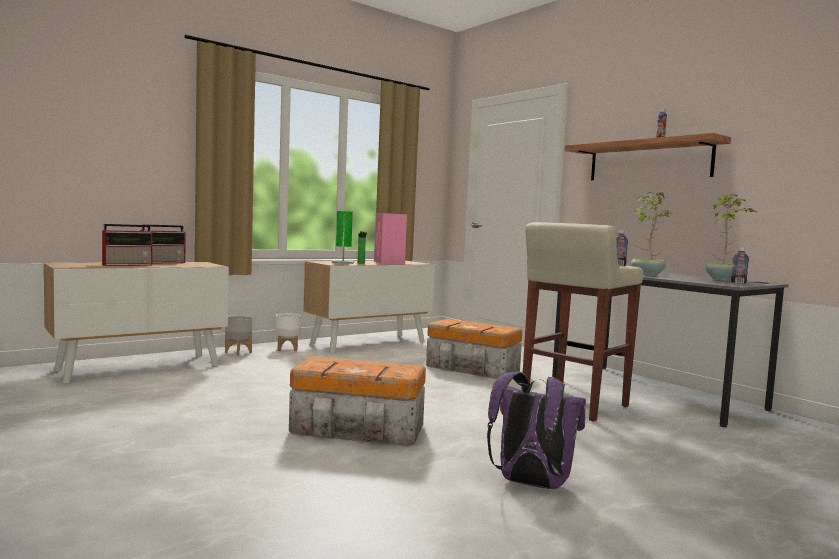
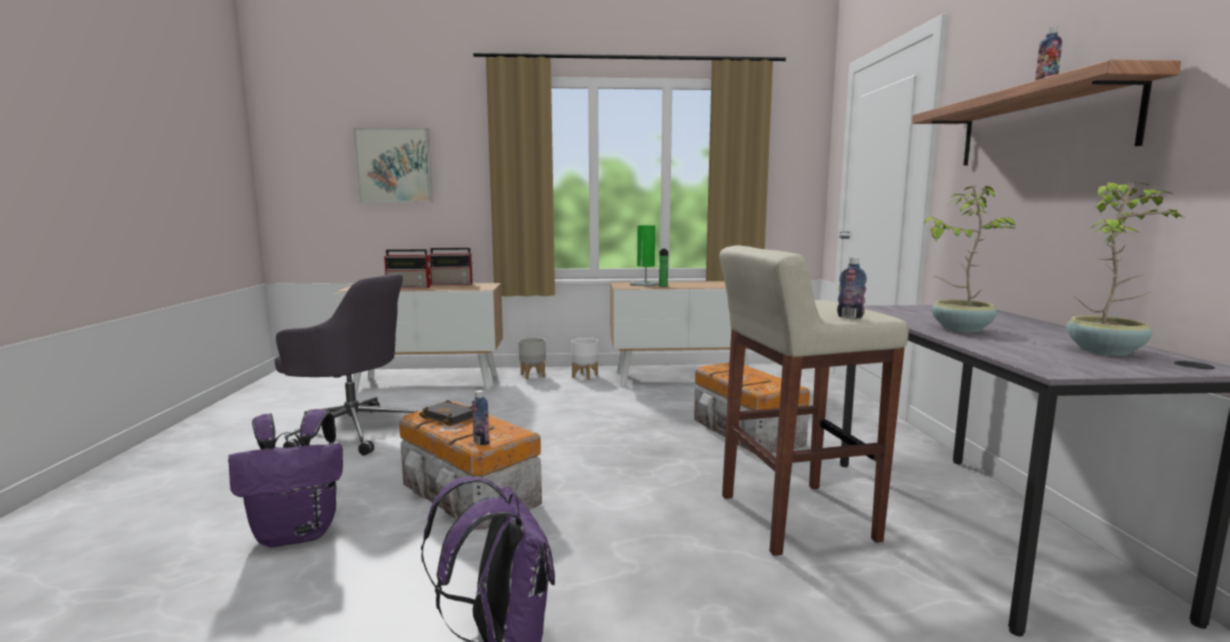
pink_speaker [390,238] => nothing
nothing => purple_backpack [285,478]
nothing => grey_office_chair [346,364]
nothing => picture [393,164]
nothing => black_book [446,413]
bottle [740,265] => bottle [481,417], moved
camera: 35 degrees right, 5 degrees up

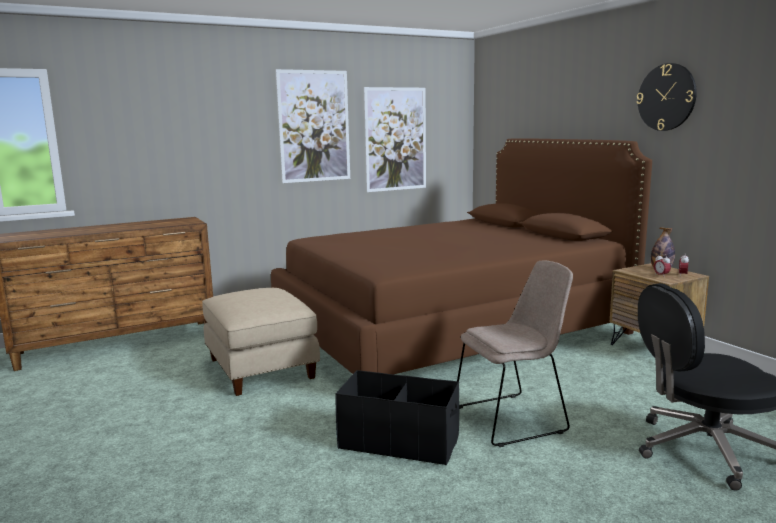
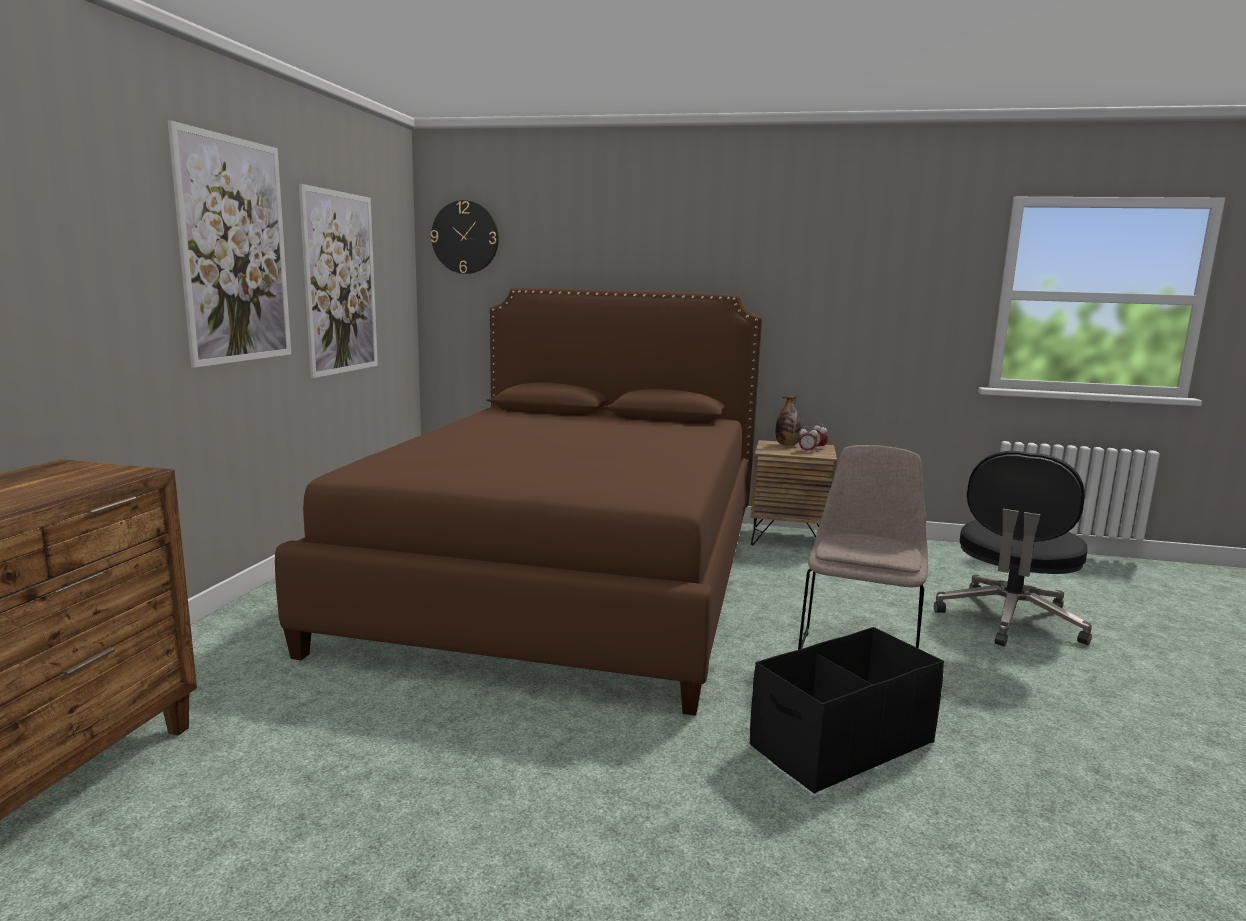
beige_ottoman [261,342] => nothing
wall_clock [667,97] => wall_clock [465,237], moved
camera: 50 degrees left, 0 degrees up

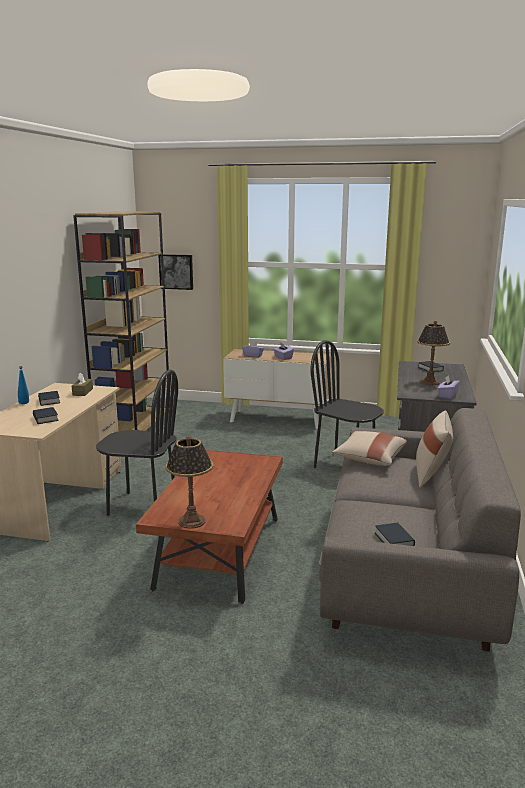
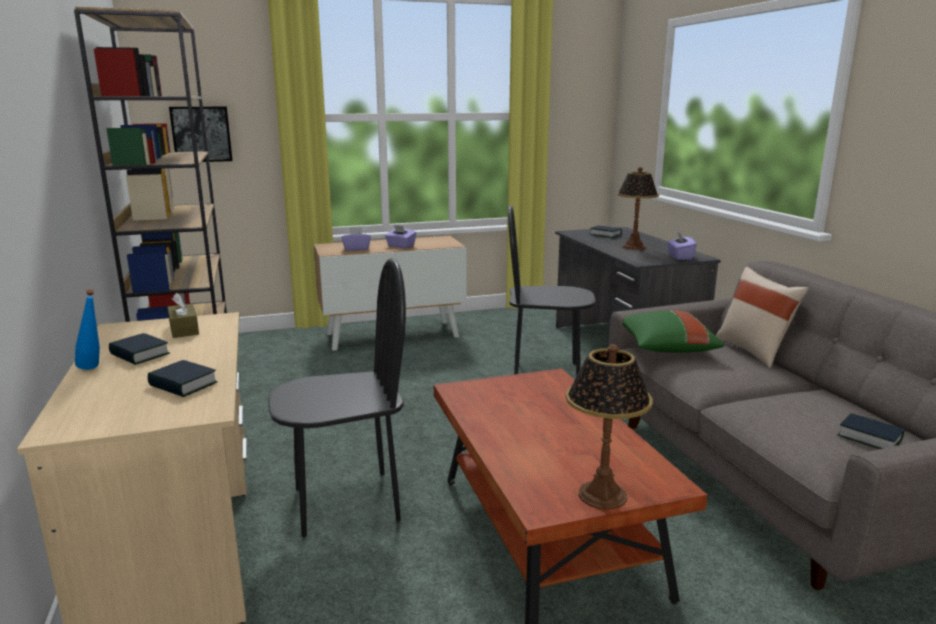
beige_pillow [369,448] => green_pillow [673,331]
camera: 30 degrees left, 0 degrees up

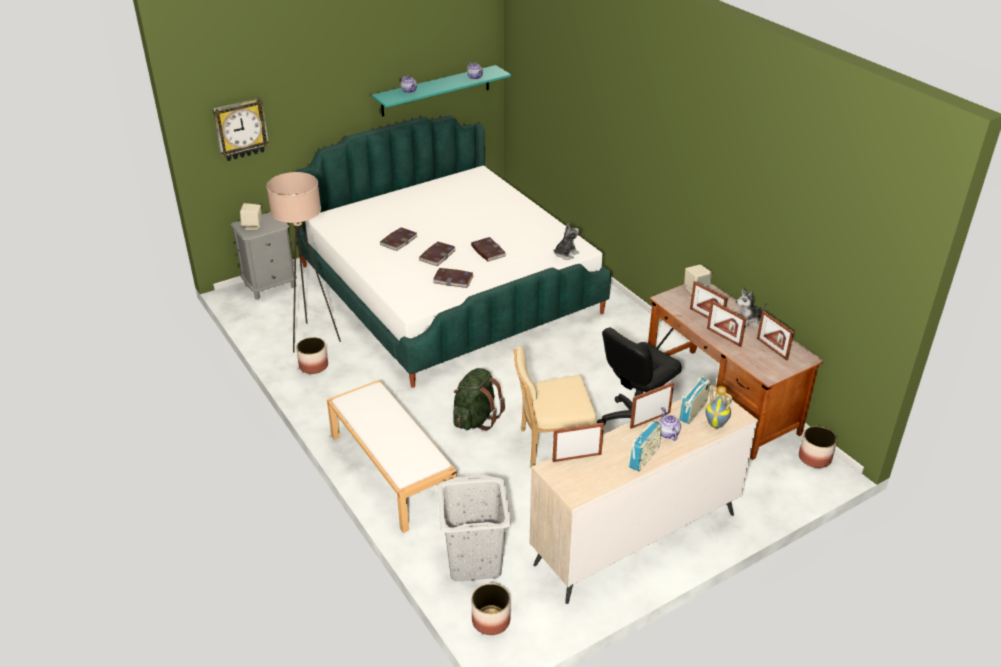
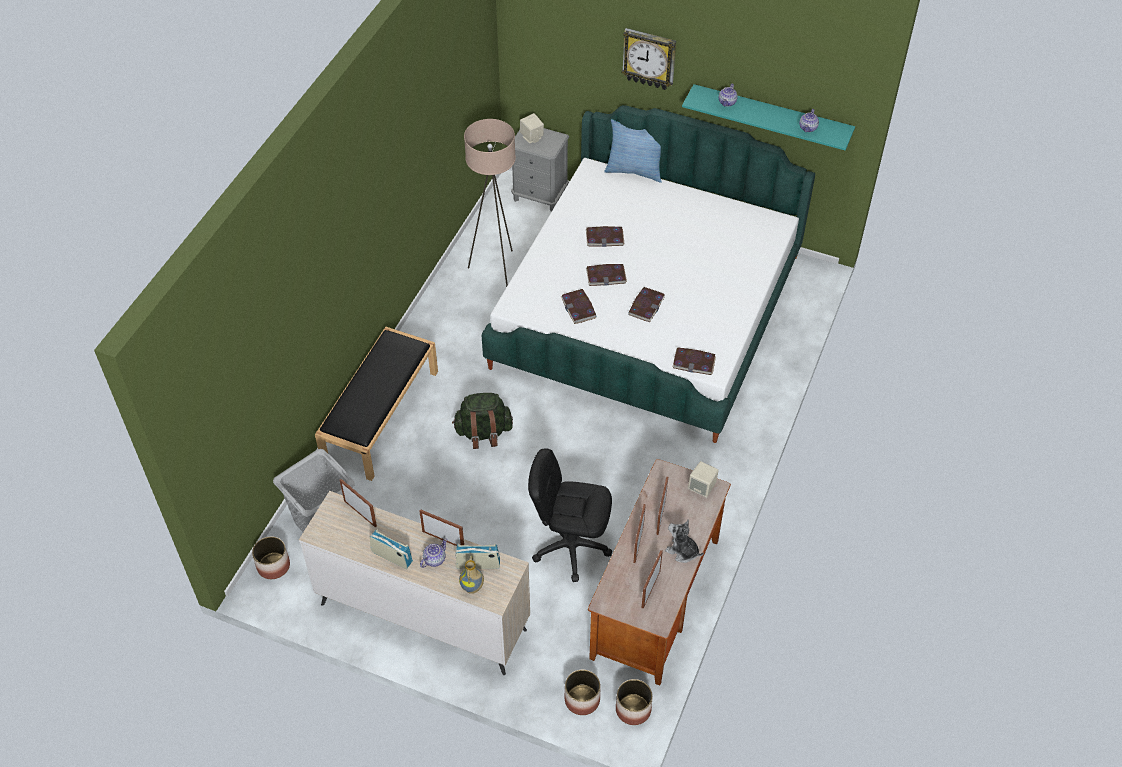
beige_chair [554,406] => nothing
nothing => pillow [633,151]
wall_clock [241,129] => wall_clock [649,59], moved
planter [312,355] => planter [583,692], moved
plush_toy [566,241] => book [694,361]
white_bench [392,456] => black_bench [376,404]
radio [645,446] => radio [391,549], 150 degrees counterclockwise
camera: 55 degrees right, 15 degrees up

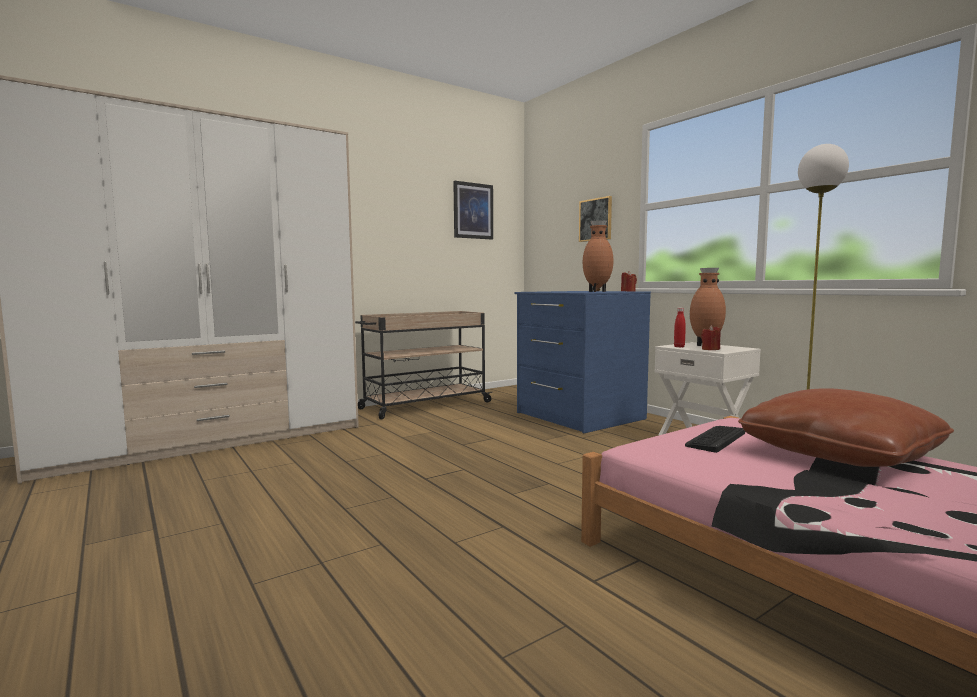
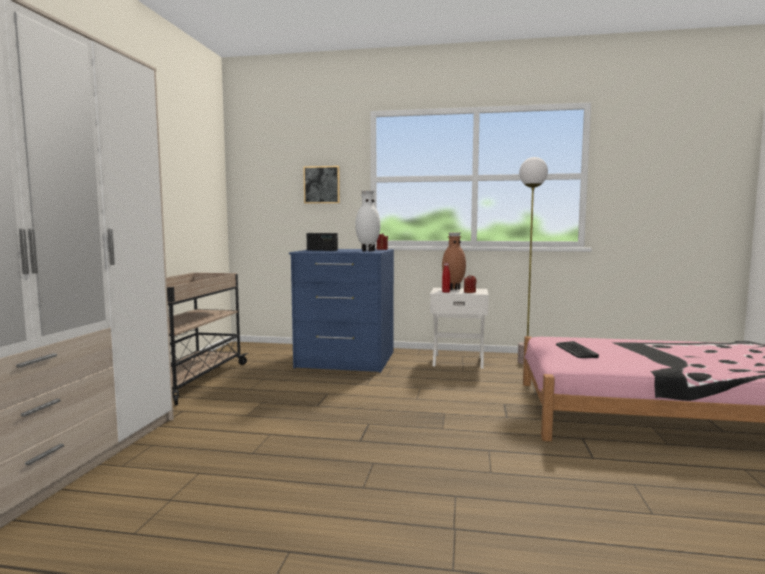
picture [473,210] => nothing
brown_pillow [846,428] => nothing
nothing => radio [322,242]
brown_vase [598,256] => white_vase [367,221]
camera: 45 degrees left, 0 degrees up

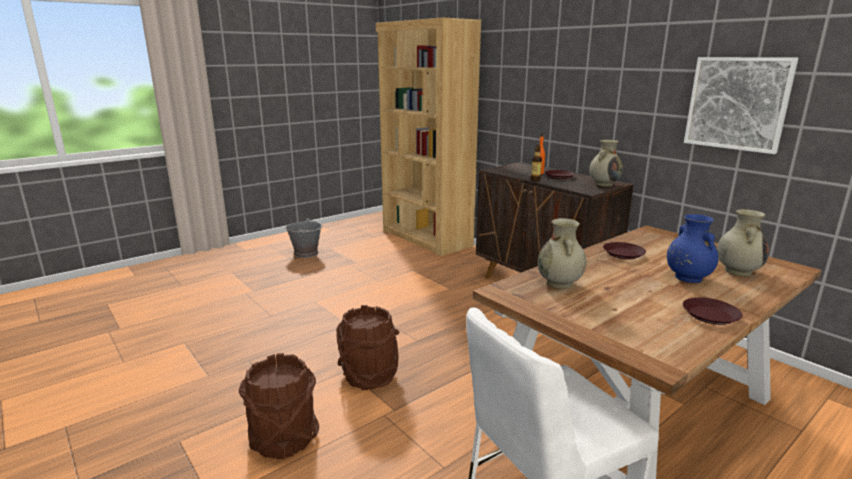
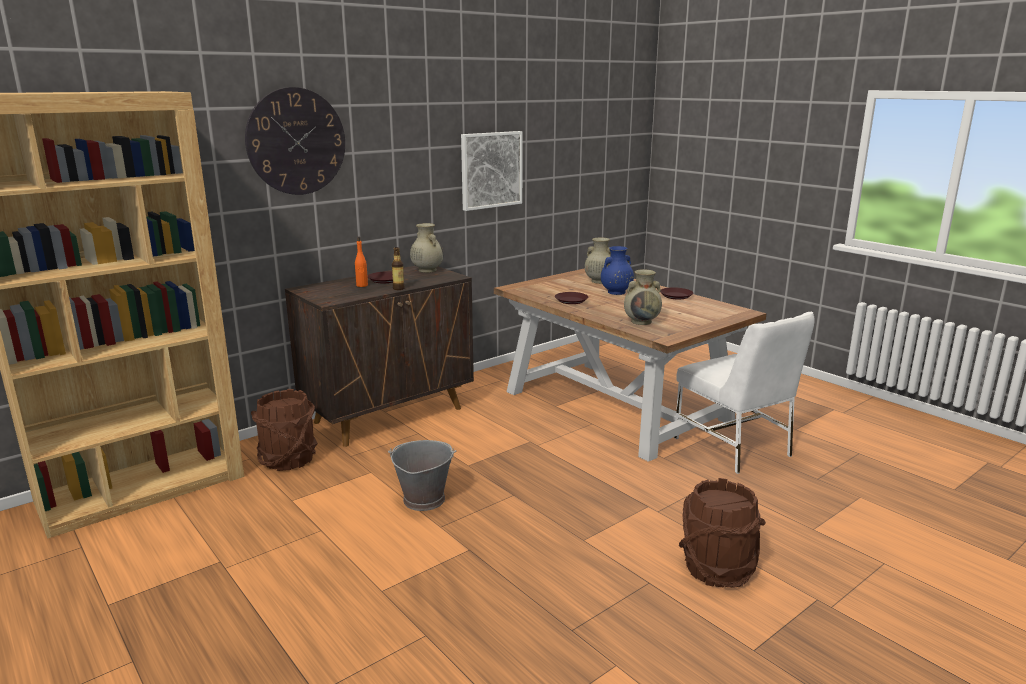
nothing => wall_clock [295,141]
grey_bucket [304,238] => grey_bucket [422,475], moved
brown_bucket [368,347] => brown_bucket [284,430], moved
camera: 90 degrees left, 0 degrees up

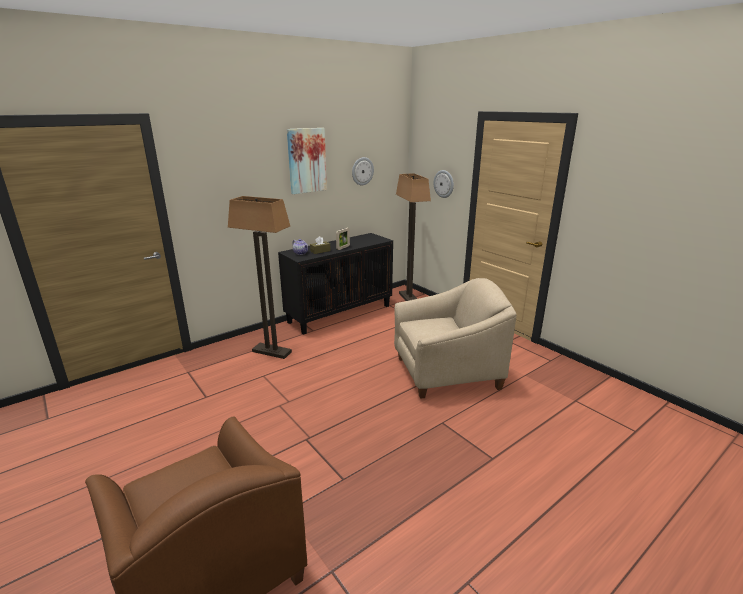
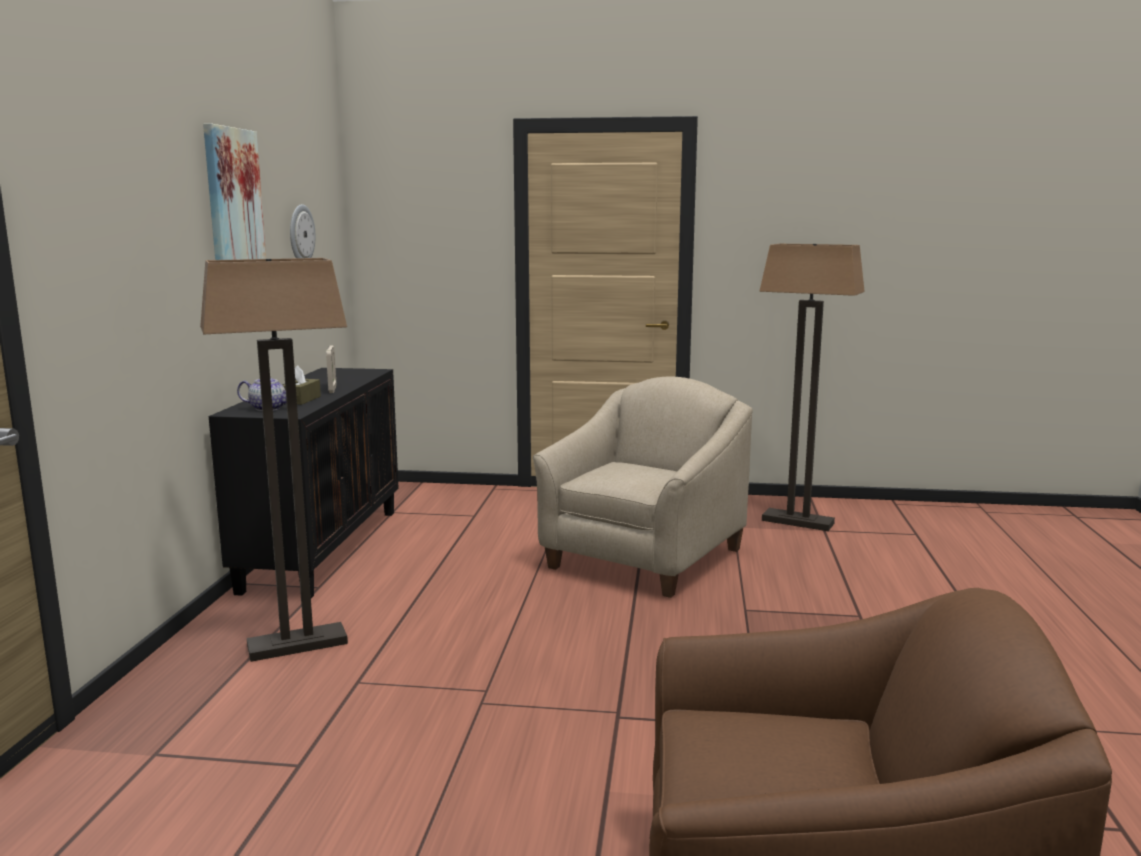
wall_clock [444,184] => nothing
floor_lamp [413,237] => floor_lamp [812,387], moved
camera: 45 degrees left, 10 degrees down

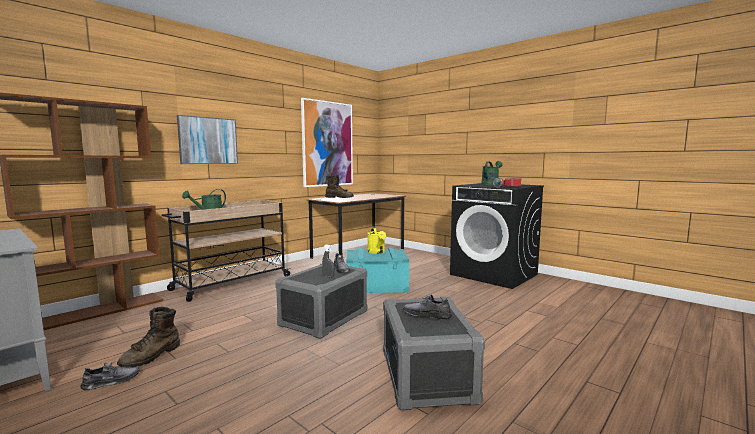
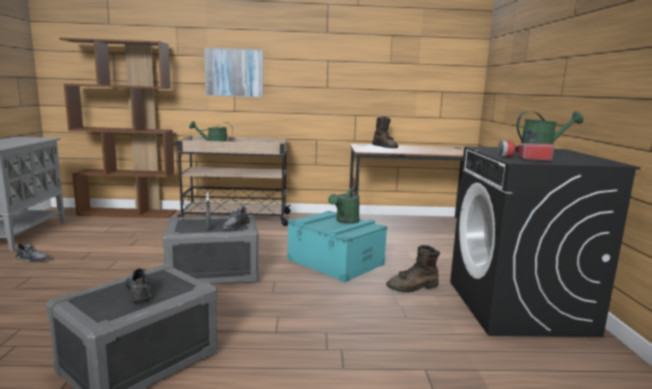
picture [327,142] => nothing
brown_boot [148,337] => brown_boot [413,269], moved
yellow_watering_can [376,240] => green_watering_can [344,205]
camera: 45 degrees right, 5 degrees up

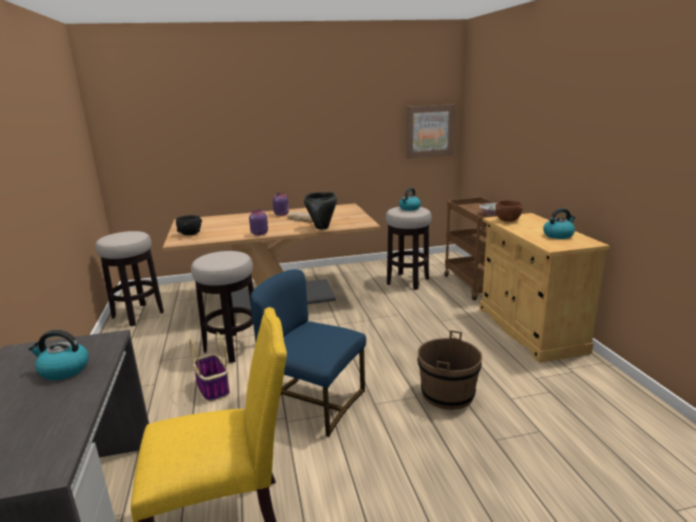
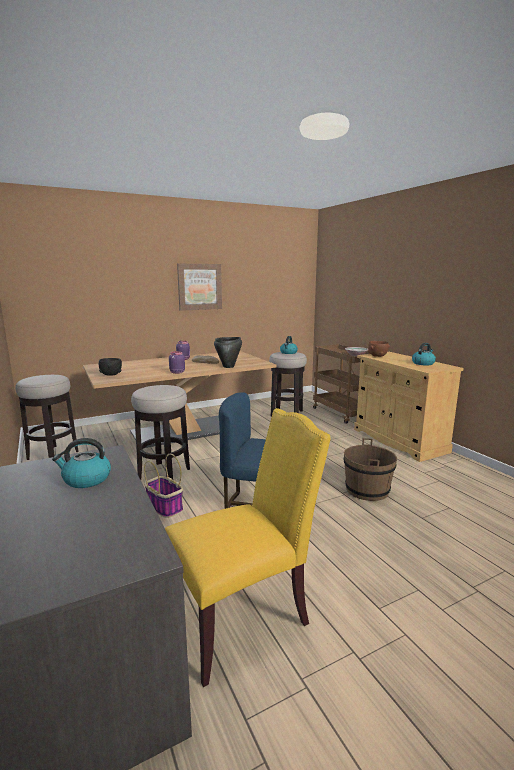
picture [430,131] => picture [199,287], moved
camera: 15 degrees left, 5 degrees down

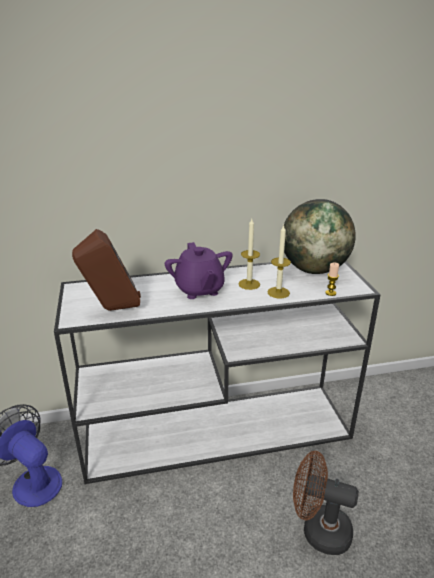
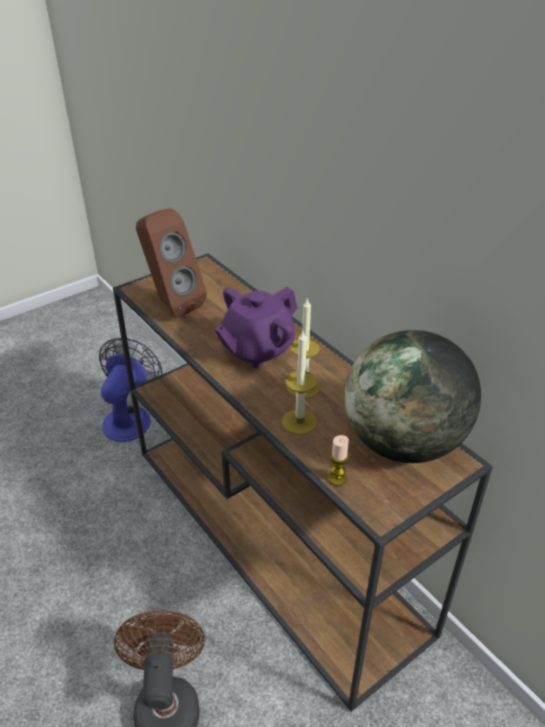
white_console_table [217,372] => brown_console_table [303,482]
camera: 65 degrees right, 10 degrees up

